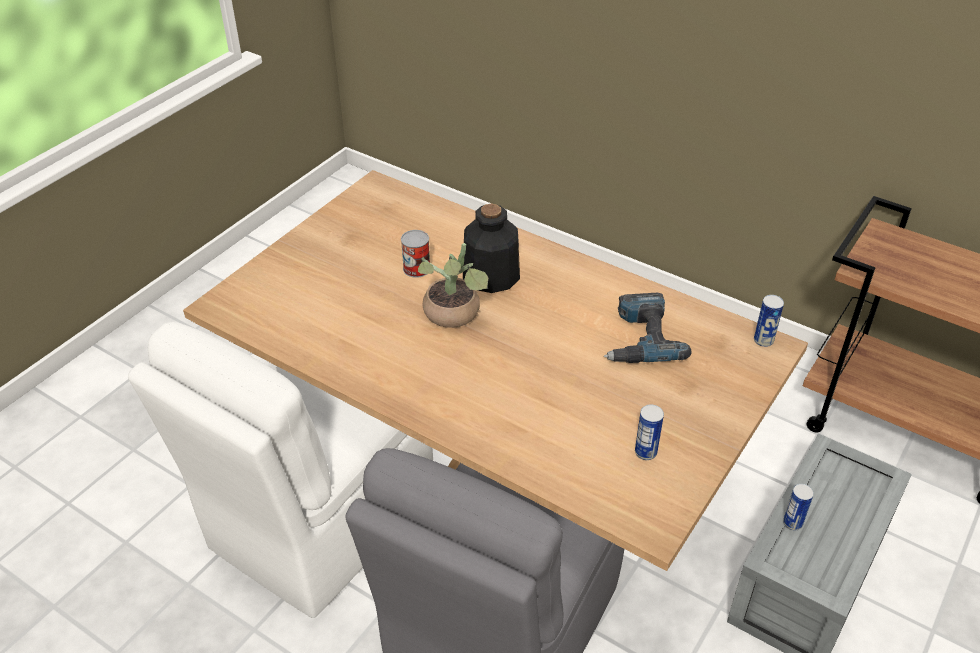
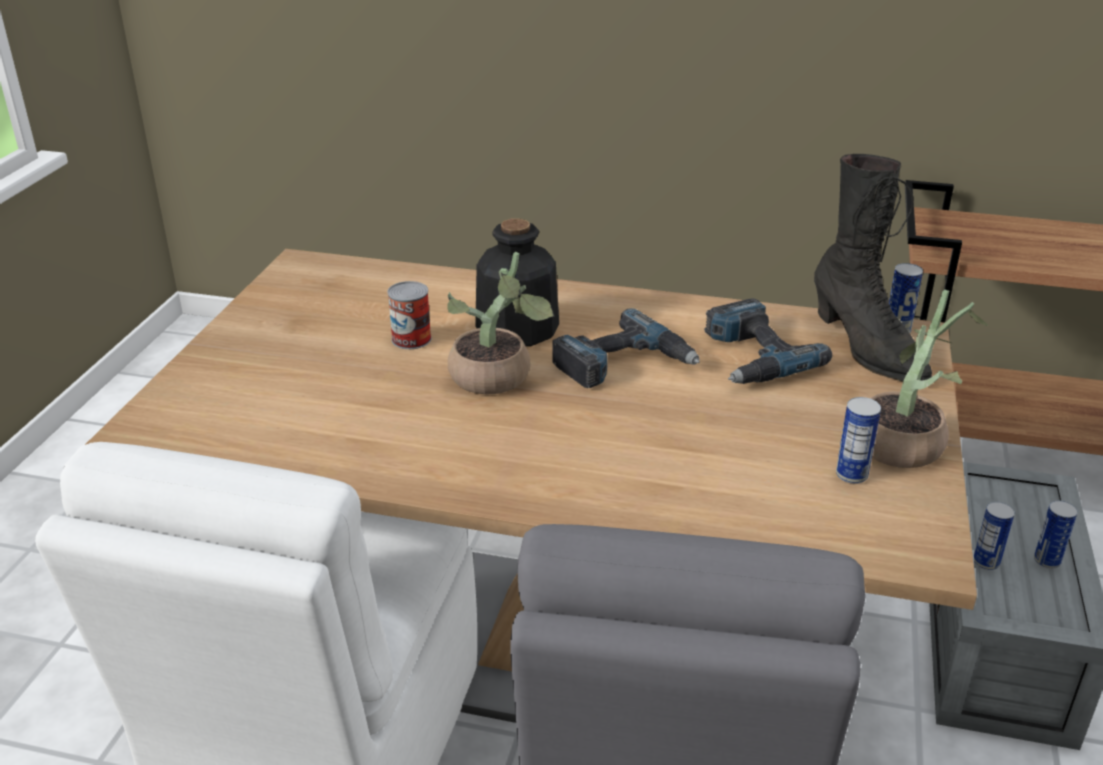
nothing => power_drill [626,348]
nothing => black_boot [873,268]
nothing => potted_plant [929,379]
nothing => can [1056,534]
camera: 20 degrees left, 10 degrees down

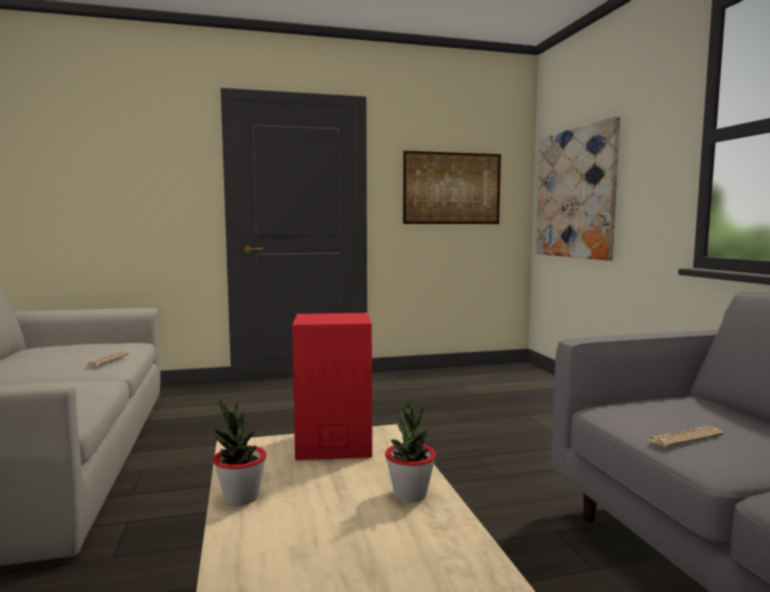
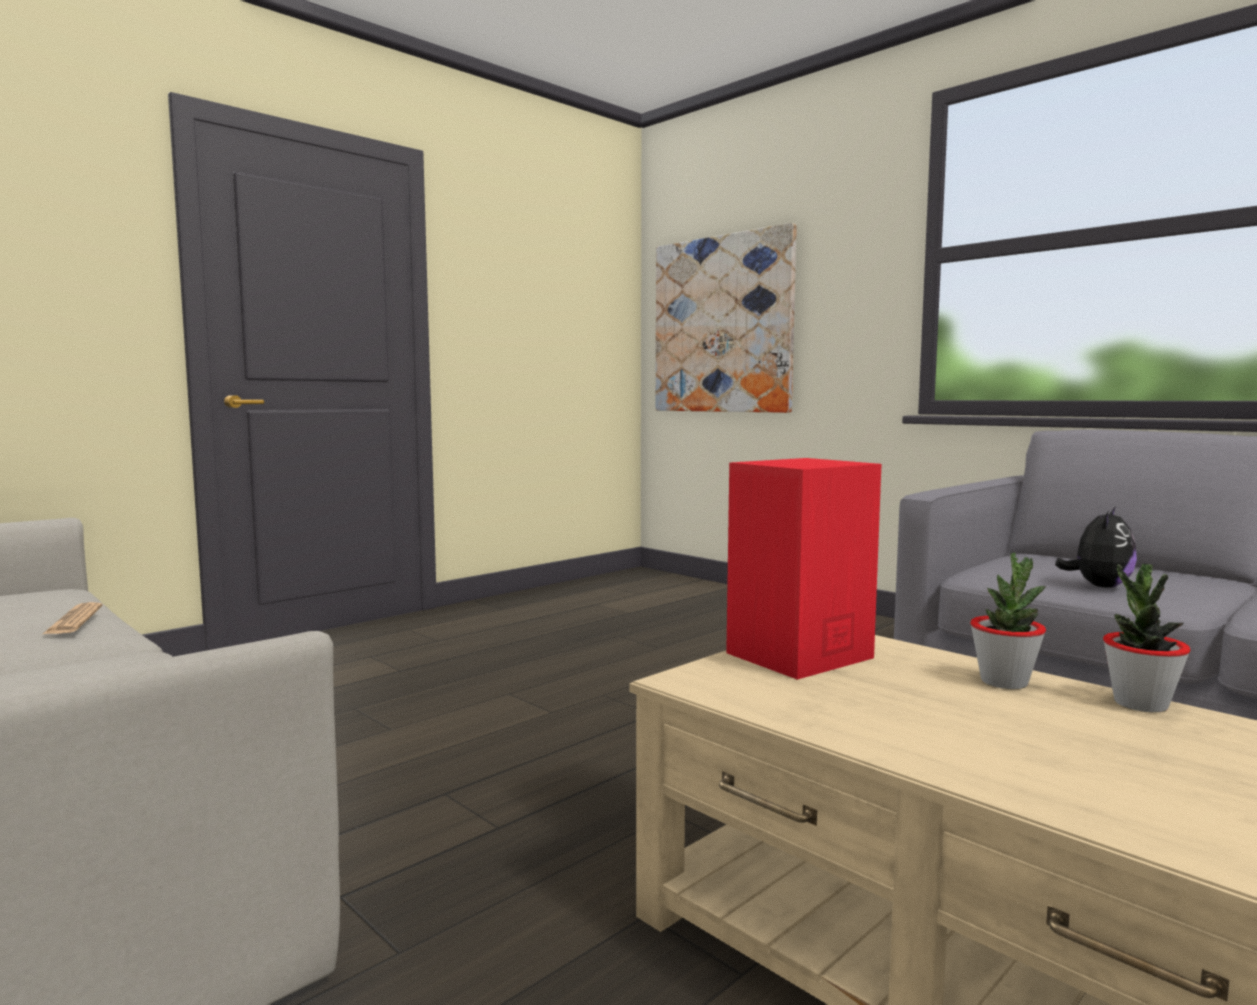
picture [452,187] => nothing
potted_plant [240,452] => potted_plant [1147,638], moved
newspaper [685,436] => plush_toy [1096,547]
camera: 30 degrees left, 0 degrees up

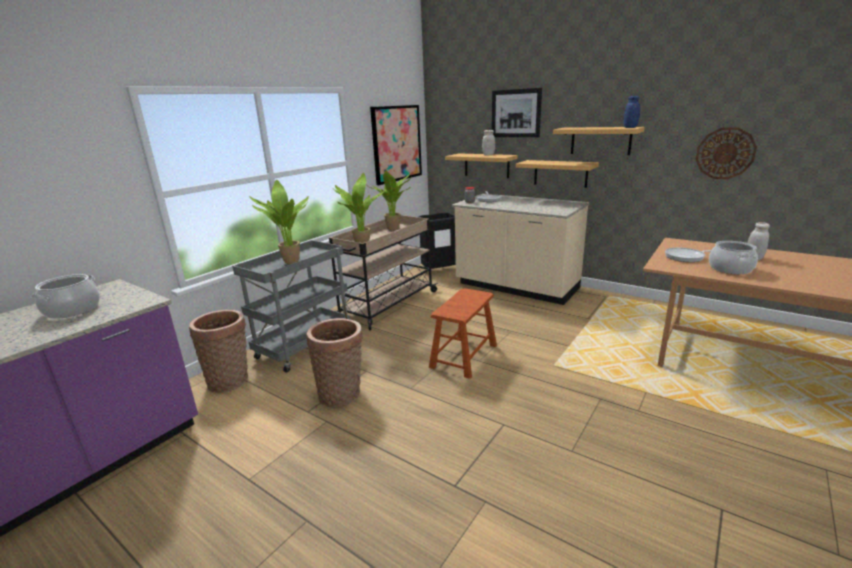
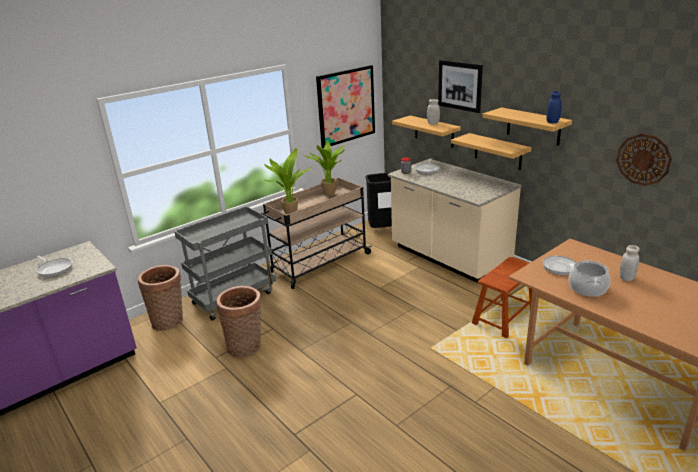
potted_plant [279,222] => nothing
brown_stool [463,333] => brown_stool [502,297], moved
cooking_pot [65,296] => frying_pan [54,266]
camera: 15 degrees right, 5 degrees up

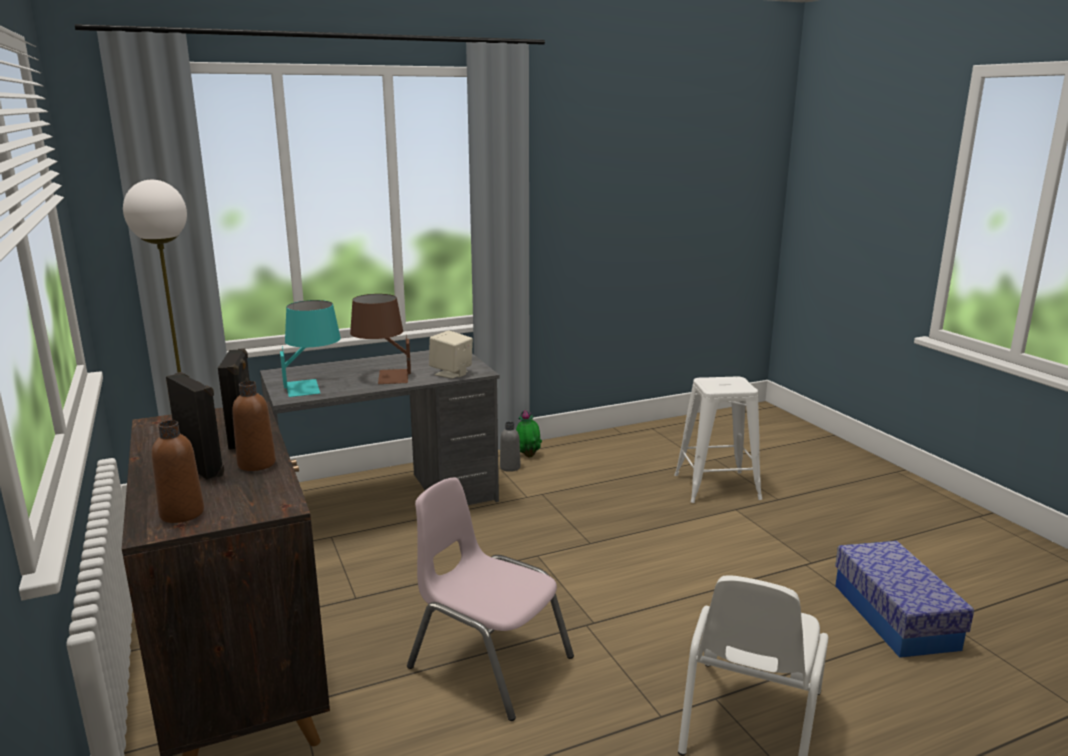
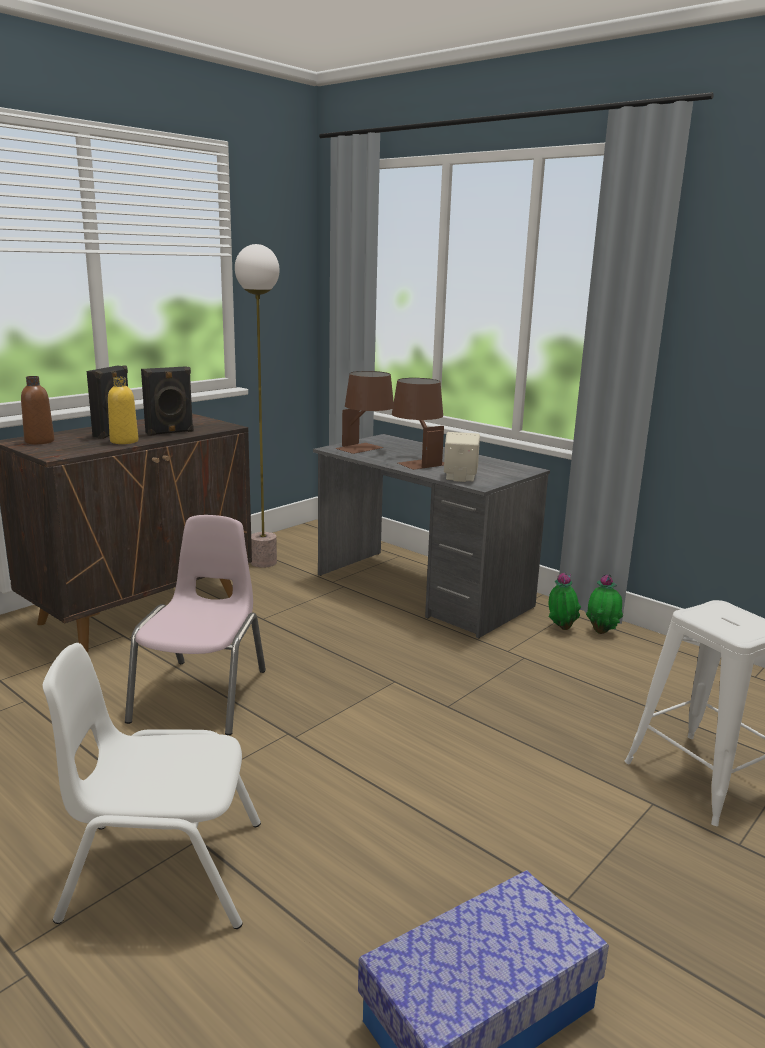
grey_bottle [510,447] => potted_plant [565,601]
brown_bottle [254,426] => yellow_bottle [123,410]
turquoise_table_lamp [310,348] => brown_table_lamp [364,412]
camera: 65 degrees right, 0 degrees up

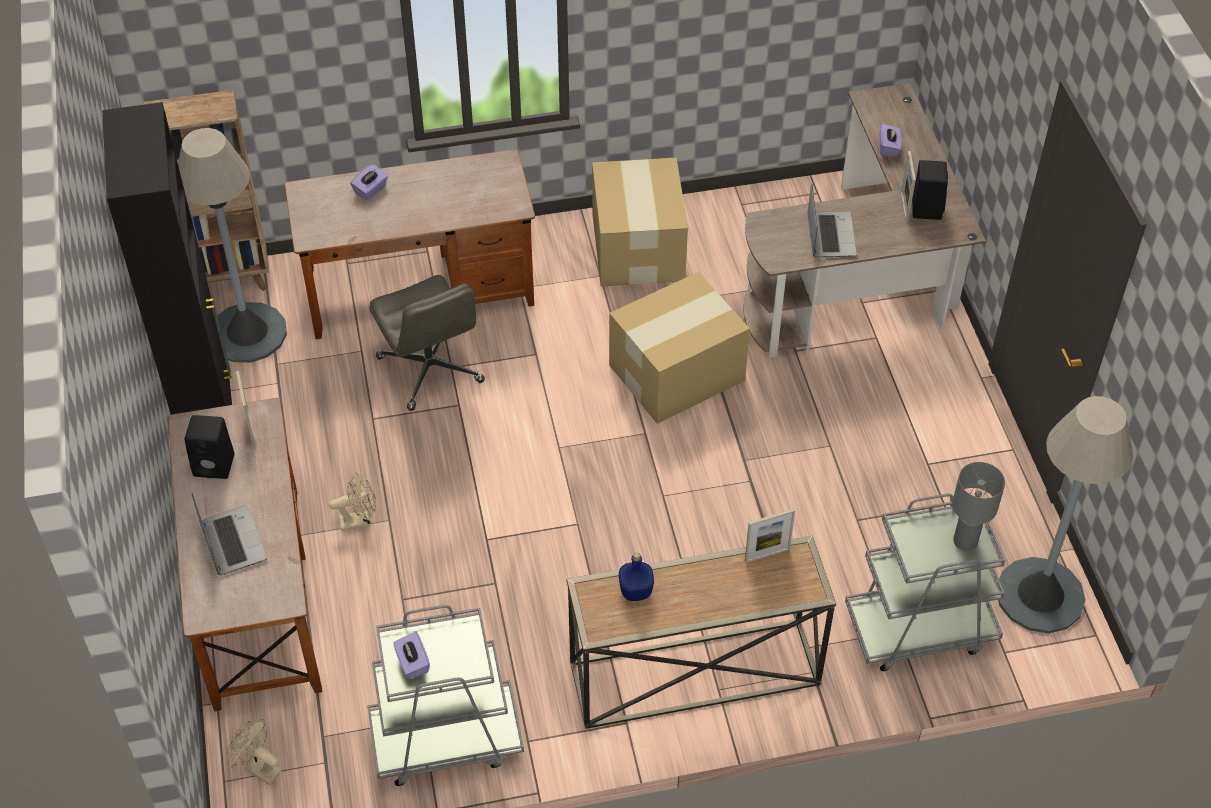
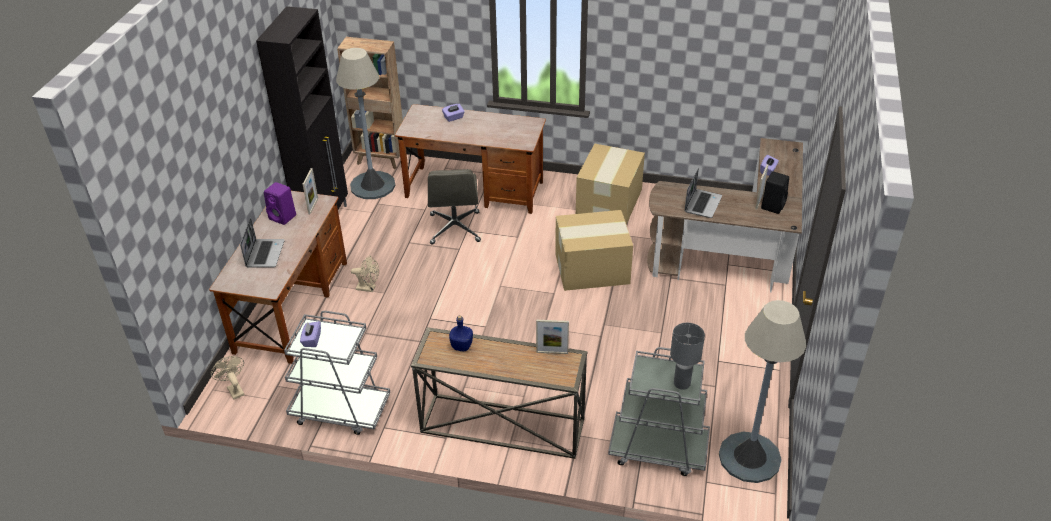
black_speaker [209,447] => purple_speaker [280,203]
camera: 25 degrees right, 10 degrees down

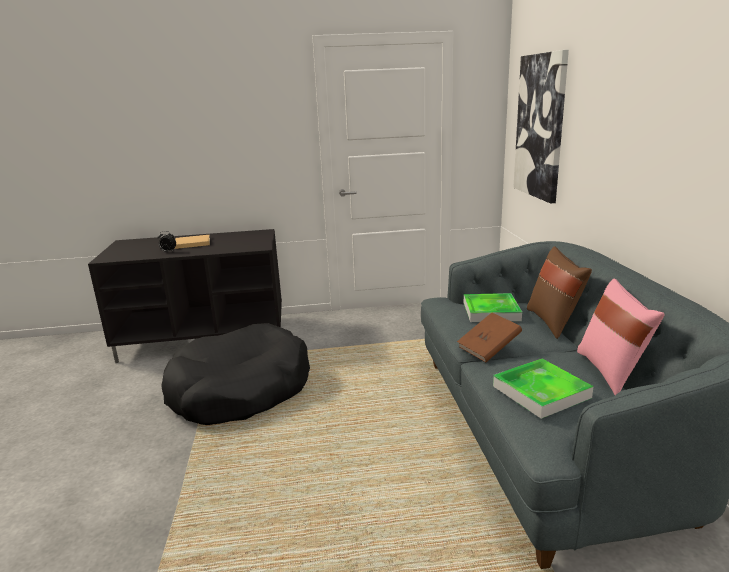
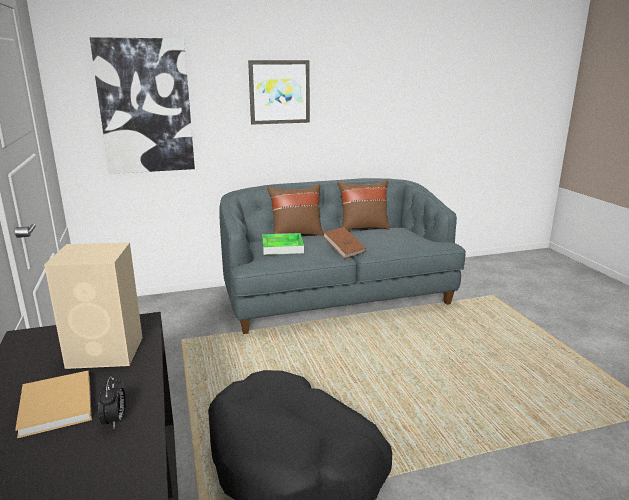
tray [543,388] => nothing
nothing => beige_speaker [93,305]
nothing => picture [279,92]
pink_pillow [621,337] => brown_pillow [363,205]
camera: 100 degrees left, 0 degrees up

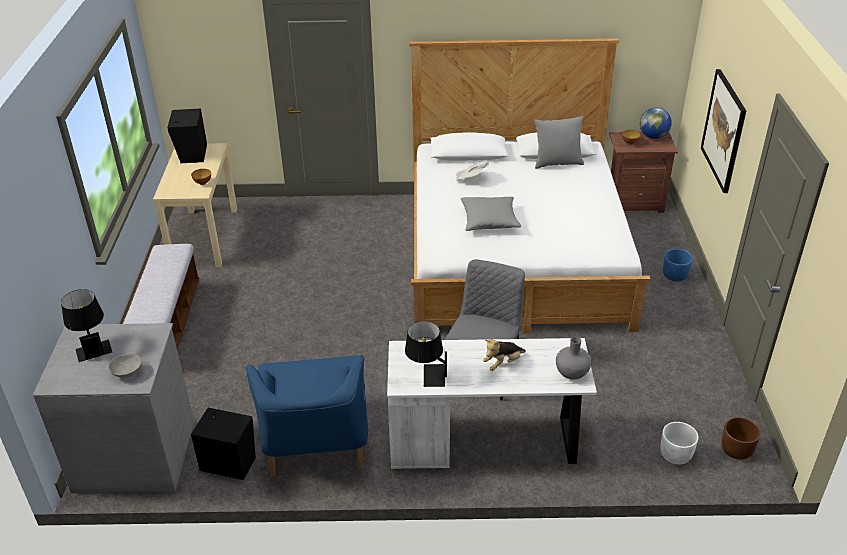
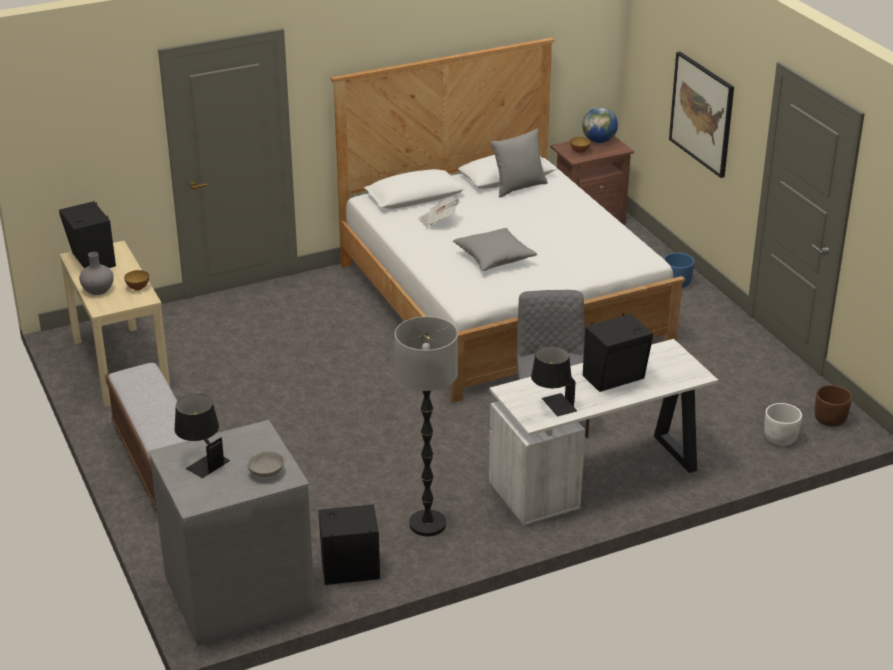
grey_vase [573,358] => grey_vase [96,273], moved
blue_armchair [307,416] => floor_lamp [426,426]
plush_toy [504,355] => black_speaker [618,352]
camera: 25 degrees left, 5 degrees down

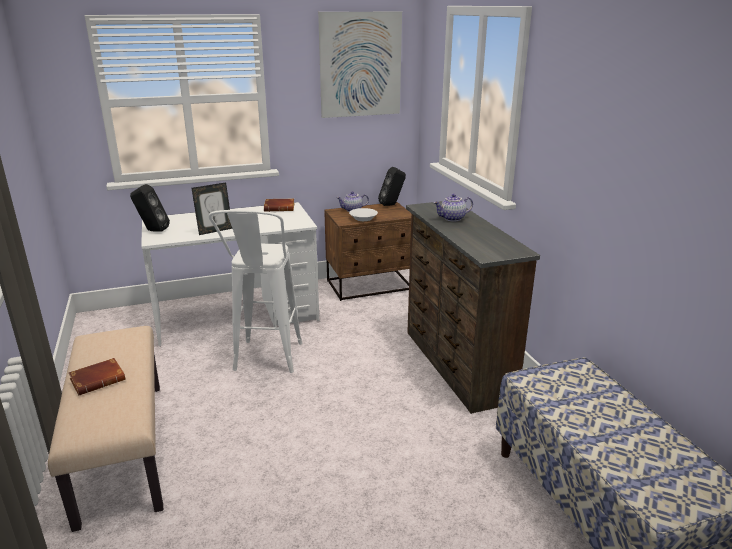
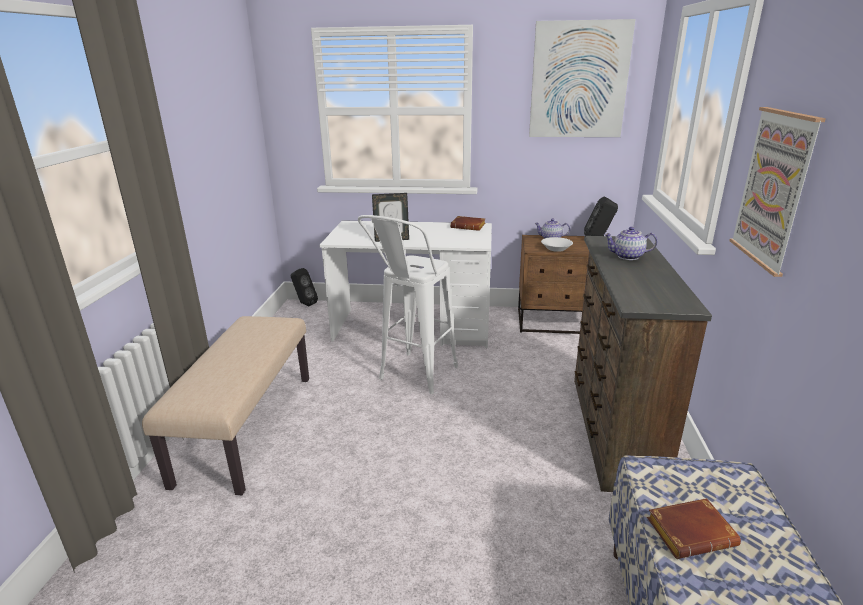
nothing => picture [777,192]
brown_book [97,376] => brown_book [694,528], moved
black_speaker [150,208] => black_speaker [304,287], moved
camera: 25 degrees right, 0 degrees up

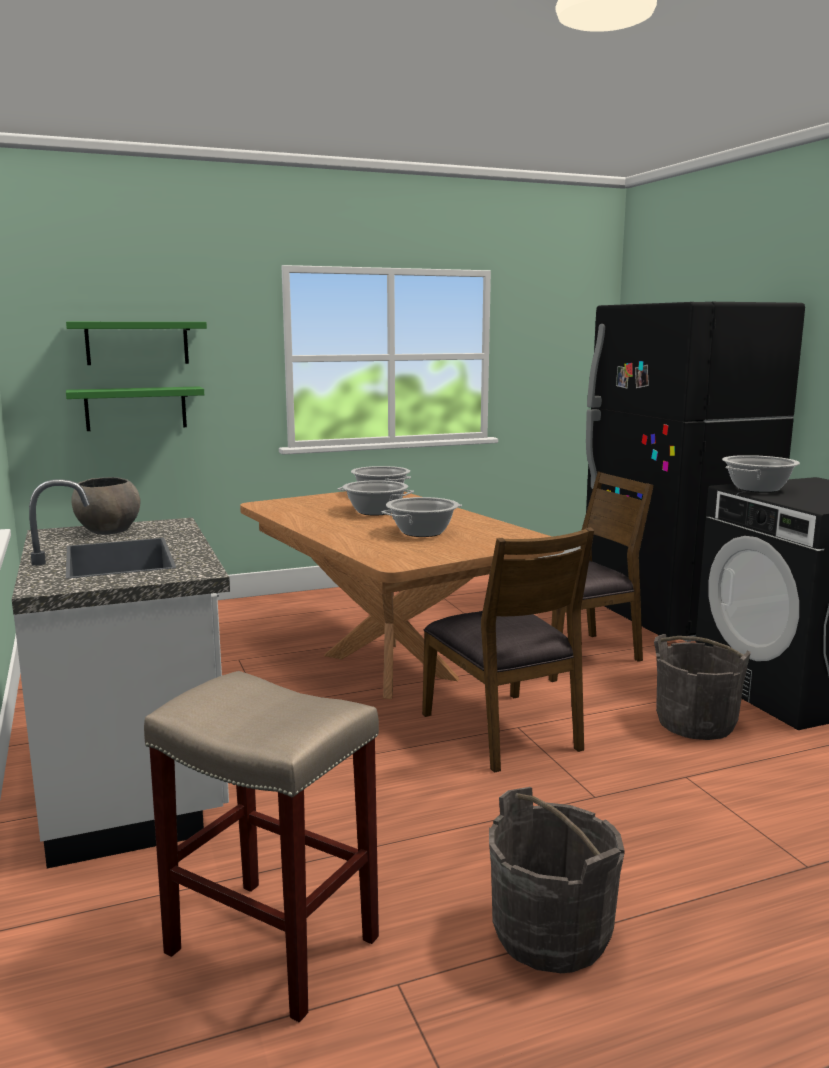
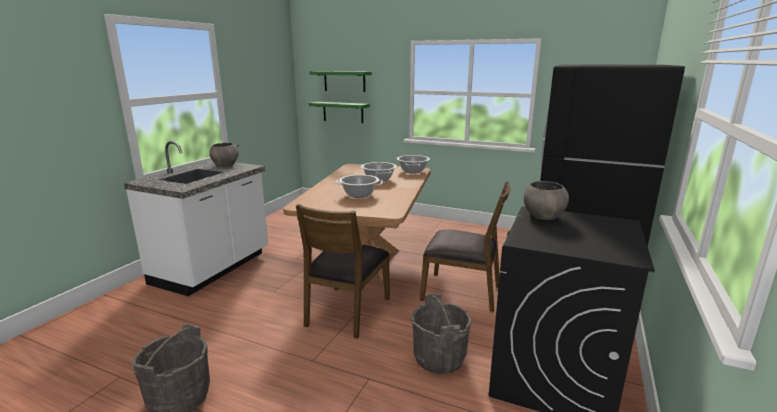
beige_stool [261,846] => nothing
cooking_pot [761,474] => grey_bowl [546,200]
camera: 45 degrees right, 5 degrees up

